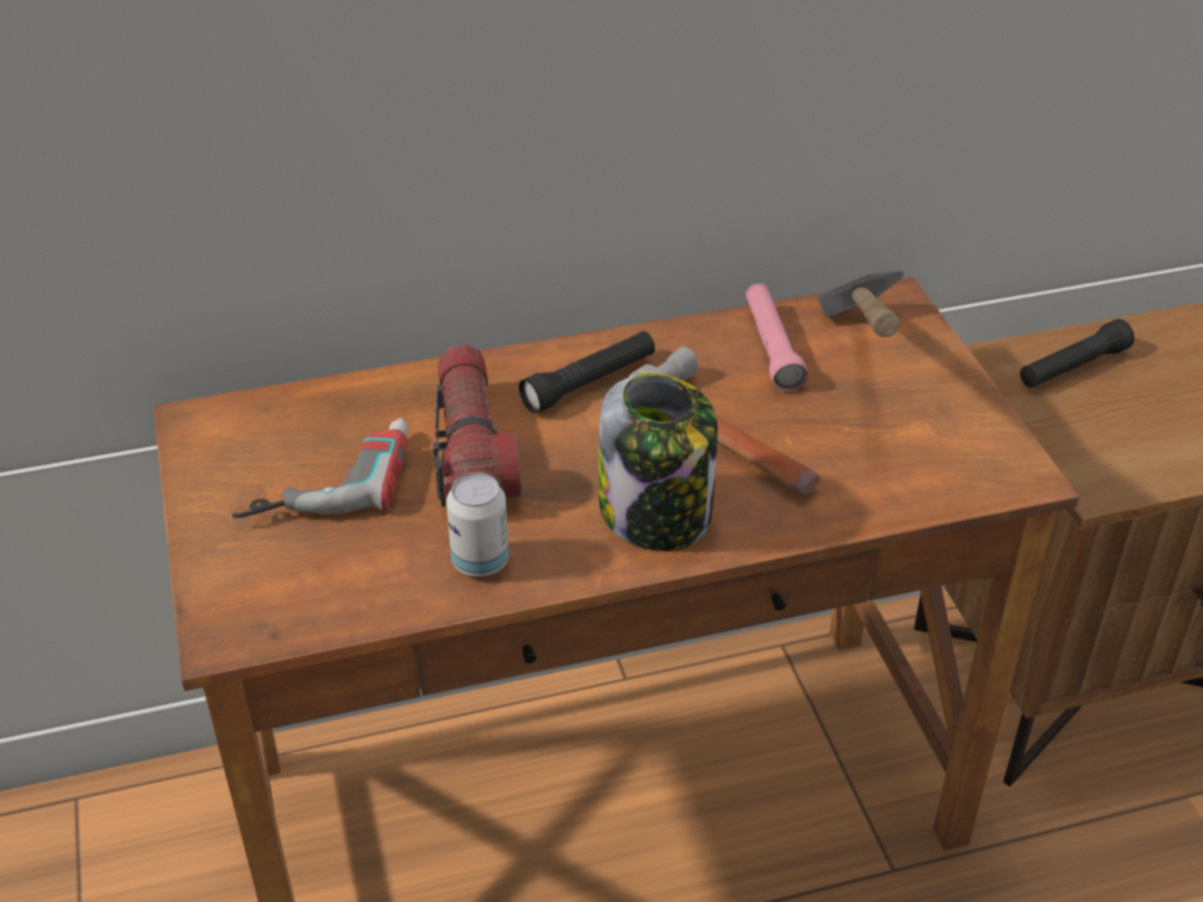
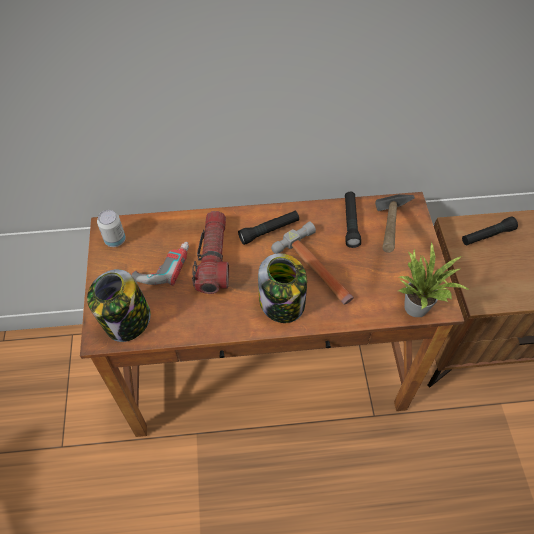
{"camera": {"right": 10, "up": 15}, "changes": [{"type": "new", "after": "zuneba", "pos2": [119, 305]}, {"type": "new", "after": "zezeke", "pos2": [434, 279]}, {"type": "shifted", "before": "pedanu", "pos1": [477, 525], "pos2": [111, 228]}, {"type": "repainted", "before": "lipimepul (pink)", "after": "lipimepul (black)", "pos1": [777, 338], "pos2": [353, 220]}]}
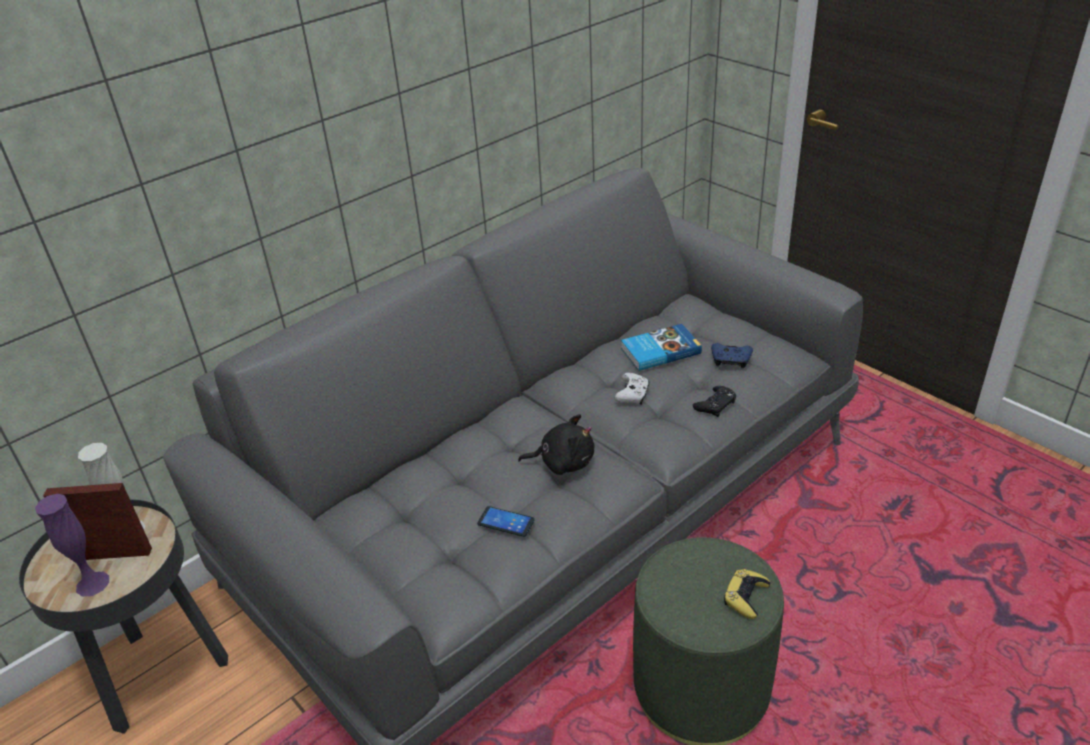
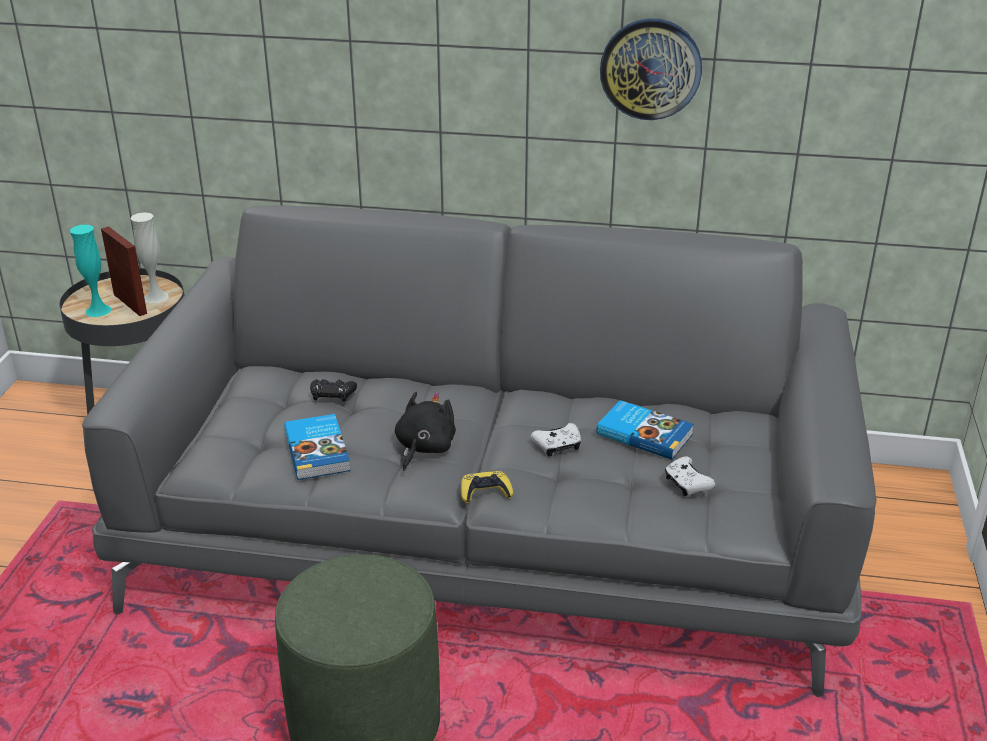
{"camera": {"right": 50, "up": -5}, "changes": [{"type": "new", "after": "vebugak", "pos2": [651, 69]}, {"type": "shifted", "before": "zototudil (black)", "pos1": [714, 401], "pos2": [333, 390]}, {"type": "shifted", "before": "zototudil (yellow)", "pos1": [747, 594], "pos2": [487, 487]}, {"type": "swapped", "before": "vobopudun", "after": "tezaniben", "pos1": [506, 521], "pos2": [317, 447]}, {"type": "repainted", "before": "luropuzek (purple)", "after": "luropuzek (turquoise)", "pos1": [72, 545], "pos2": [91, 271]}, {"type": "repainted", "before": "zototudil (blue)", "after": "zototudil (white)", "pos1": [732, 355], "pos2": [690, 476]}, {"type": "rotated", "before": "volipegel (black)", "pos1": [556, 444], "pos2": [425, 431], "turn": -120}]}
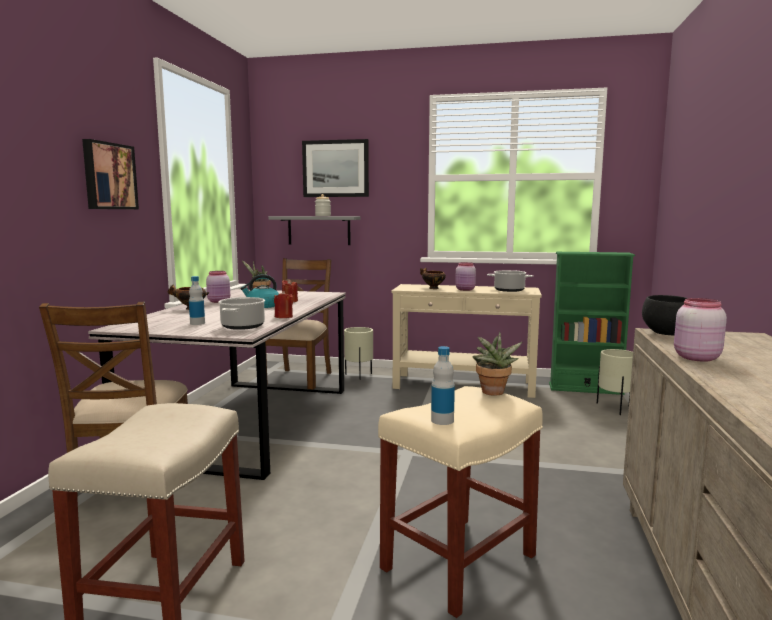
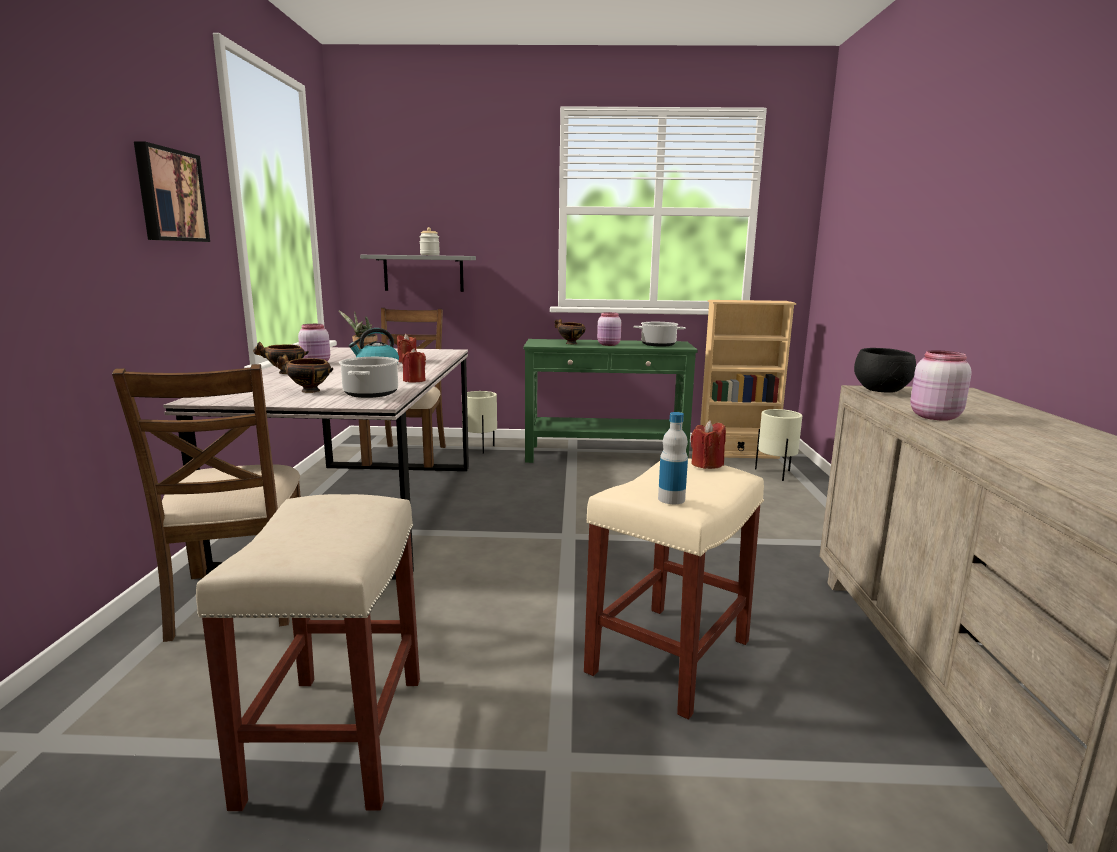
{"camera": {"right": -10, "up": 5}, "changes": [{"type": "gone", "before": "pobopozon", "pos1": [335, 168]}, {"type": "swapped", "before": "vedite", "after": "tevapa", "pos1": [197, 300], "pos2": [305, 373]}, {"type": "swapped", "before": "zezeke", "after": "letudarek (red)", "pos1": [497, 364], "pos2": [708, 445]}, {"type": "repainted", "before": "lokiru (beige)", "after": "lokiru (green)", "pos1": [466, 341], "pos2": [610, 401]}, {"type": "repainted", "before": "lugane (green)", "after": "lugane (beige)", "pos1": [592, 323], "pos2": [748, 379]}]}
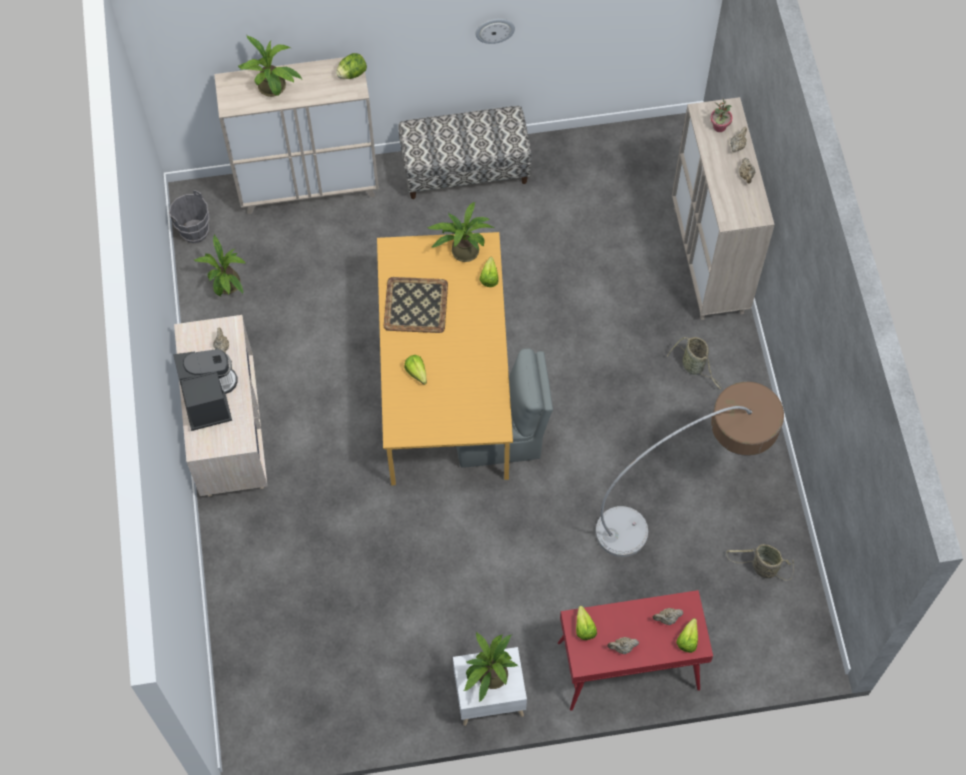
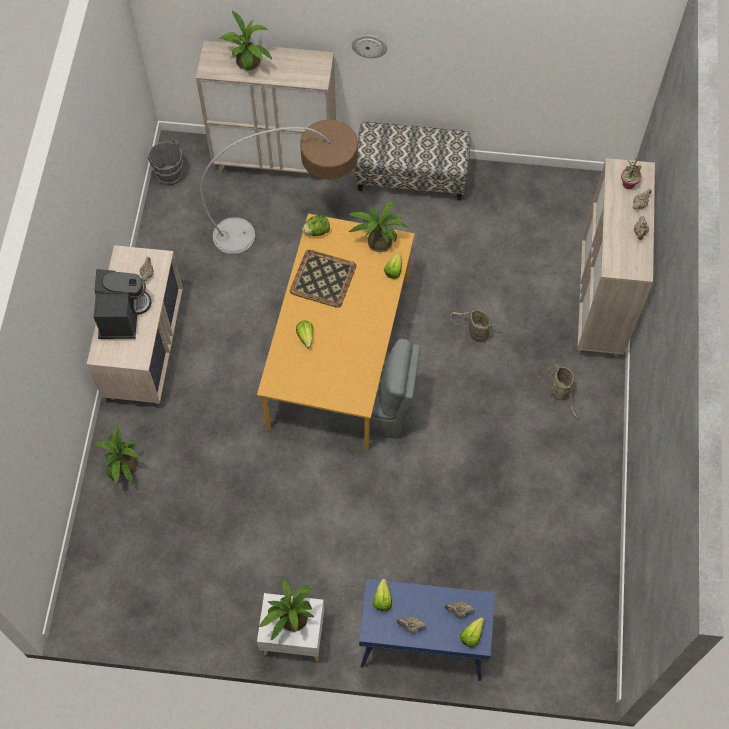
{"camera": {"right": 15, "up": 0}, "changes": [{"type": "shifted", "before": "zezeke", "pos1": [220, 265], "pos2": [117, 454]}, {"type": "shifted", "before": "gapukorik", "pos1": [351, 66], "pos2": [316, 225]}, {"type": "shifted", "before": "vebugak", "pos1": [495, 31], "pos2": [369, 46]}, {"type": "shifted", "before": "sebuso", "pos1": [690, 469], "pos2": [279, 188]}, {"type": "shifted", "before": "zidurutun", "pos1": [760, 562], "pos2": [476, 328]}, {"type": "repainted", "before": "lokiru (red)", "after": "lokiru (blue)", "pos1": [635, 650], "pos2": [427, 630]}]}
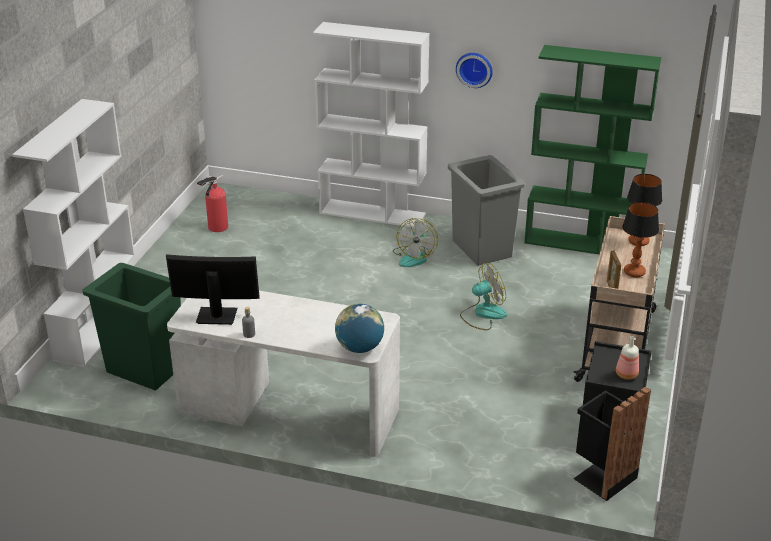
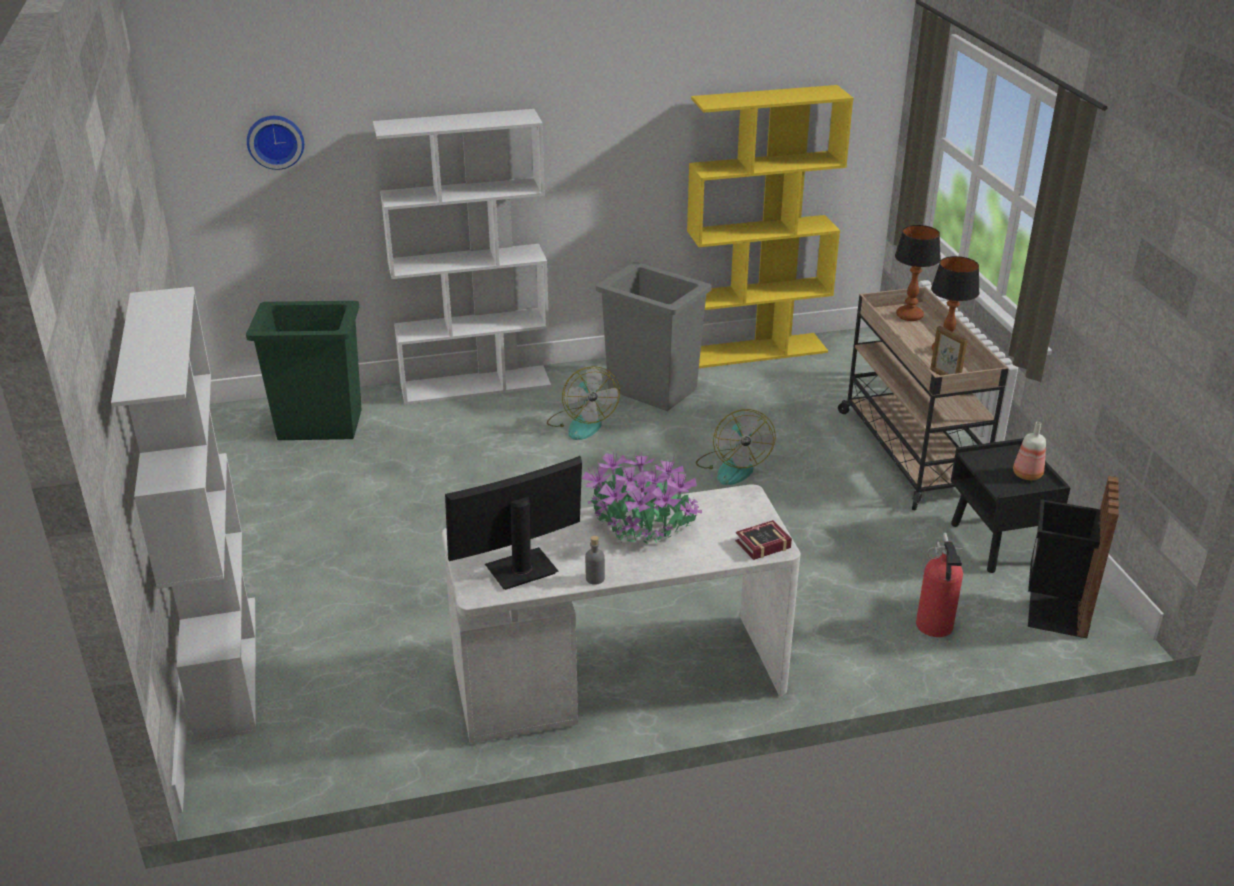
{"camera": {"right": -30, "up": 0}, "changes": [{"type": "new", "after": "zezeke", "pos2": [642, 497]}, {"type": "shifted", "before": "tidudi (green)", "pos1": [131, 326], "pos2": [303, 370]}, {"type": "shifted", "before": "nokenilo", "pos1": [212, 203], "pos2": [939, 585]}, {"type": "shifted", "before": "vebugak", "pos1": [474, 70], "pos2": [275, 143]}, {"type": "swapped", "before": "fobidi", "after": "tezaniben", "pos1": [359, 328], "pos2": [763, 540]}, {"type": "repainted", "before": "lugane (green)", "after": "lugane (yellow)", "pos1": [592, 150], "pos2": [770, 226]}, {"type": "rotated", "before": "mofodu", "pos1": [483, 296], "pos2": [736, 447], "turn": 135}]}
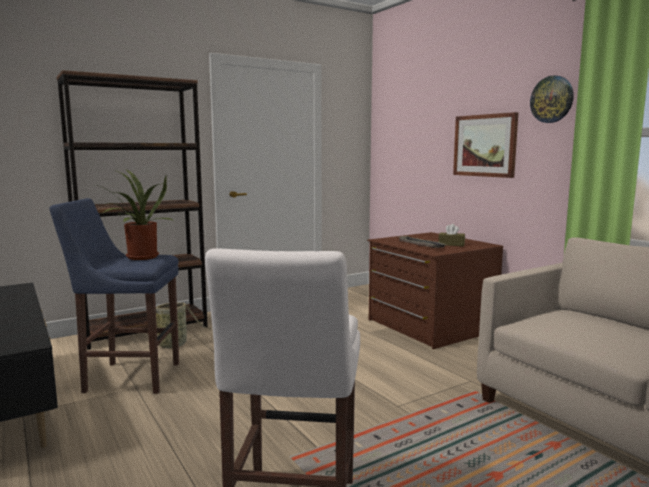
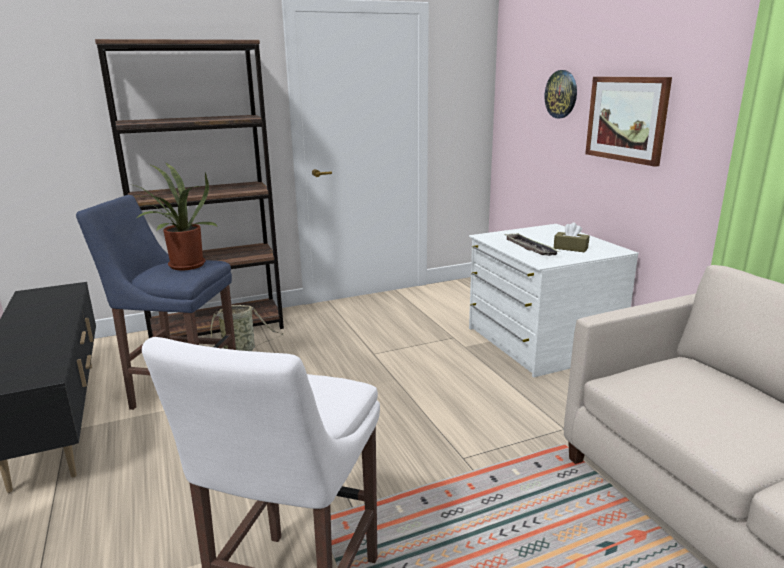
{"camera": {"right": 10, "up": 10}, "changes": [{"type": "shifted", "before": "vebugak", "pos1": [552, 99], "pos2": [561, 94]}, {"type": "repainted", "before": "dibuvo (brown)", "after": "dibuvo (white)", "pos1": [435, 290], "pos2": [554, 300]}]}
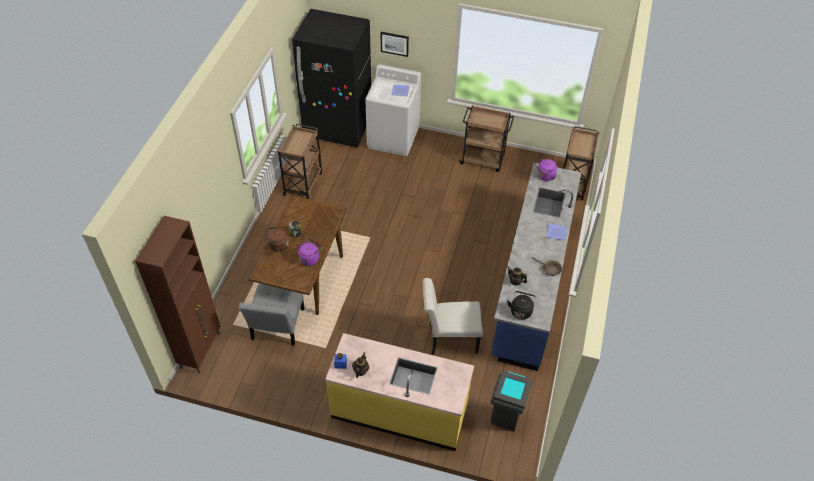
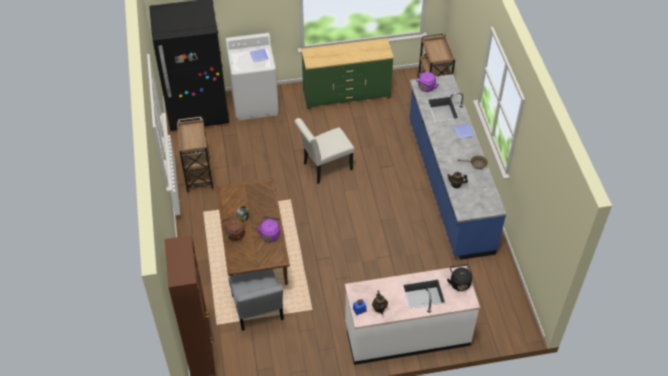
{"camera": {"right": -25, "up": 0}, "changes": [{"type": "gone", "before": "pobopozon", "pos1": [395, 44]}, {"type": "gone", "before": "tidudi (grey)", "pos1": [511, 401]}, {"type": "shifted", "before": "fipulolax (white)", "pos1": [453, 316], "pos2": [324, 151]}, {"type": "shifted", "before": "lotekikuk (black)", "pos1": [521, 305], "pos2": [459, 277]}, {"type": "swapped", "before": "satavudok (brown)", "after": "dibuvo (green)", "pos1": [486, 138], "pos2": [347, 73]}, {"type": "repainted", "before": "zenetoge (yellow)", "after": "zenetoge (white)", "pos1": [399, 392], "pos2": [412, 315]}]}
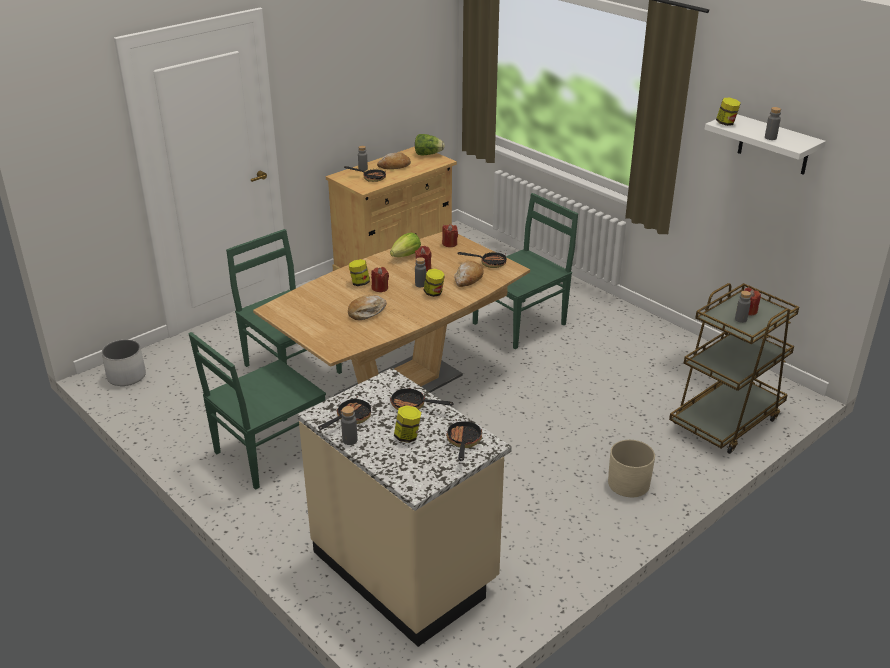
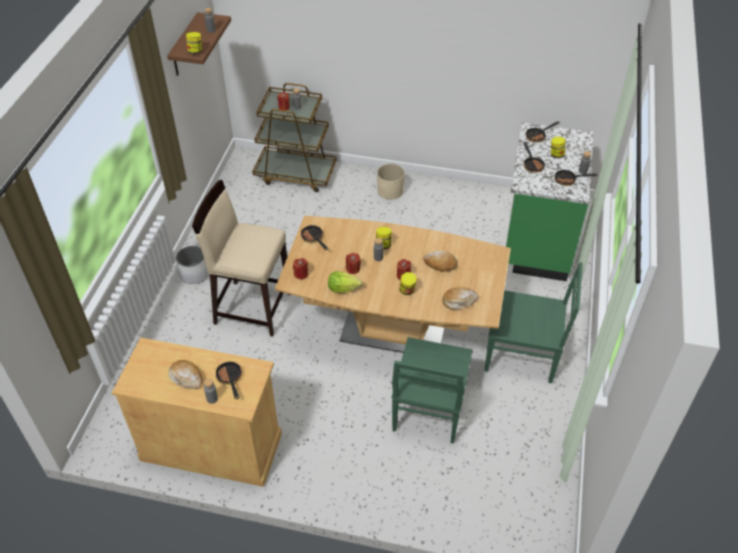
{"camera": {"right": -125, "up": 15}, "changes": [{"type": "gone", "before": "gapukorik", "pos1": [430, 144]}, {"type": "shifted", "before": "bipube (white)", "pos1": [123, 362], "pos2": [192, 265]}, {"type": "shifted", "before": "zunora", "pos1": [469, 274], "pos2": [460, 298]}, {"type": "swapped", "before": "fipulolax (green)", "after": "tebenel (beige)", "pos1": [525, 271], "pos2": [241, 258]}, {"type": "repainted", "before": "zenetoge (beige)", "after": "zenetoge (green)", "pos1": [404, 507], "pos2": [550, 201]}, {"type": "repainted", "before": "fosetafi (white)", "after": "fosetafi (brown)", "pos1": [765, 144], "pos2": [199, 44]}]}
